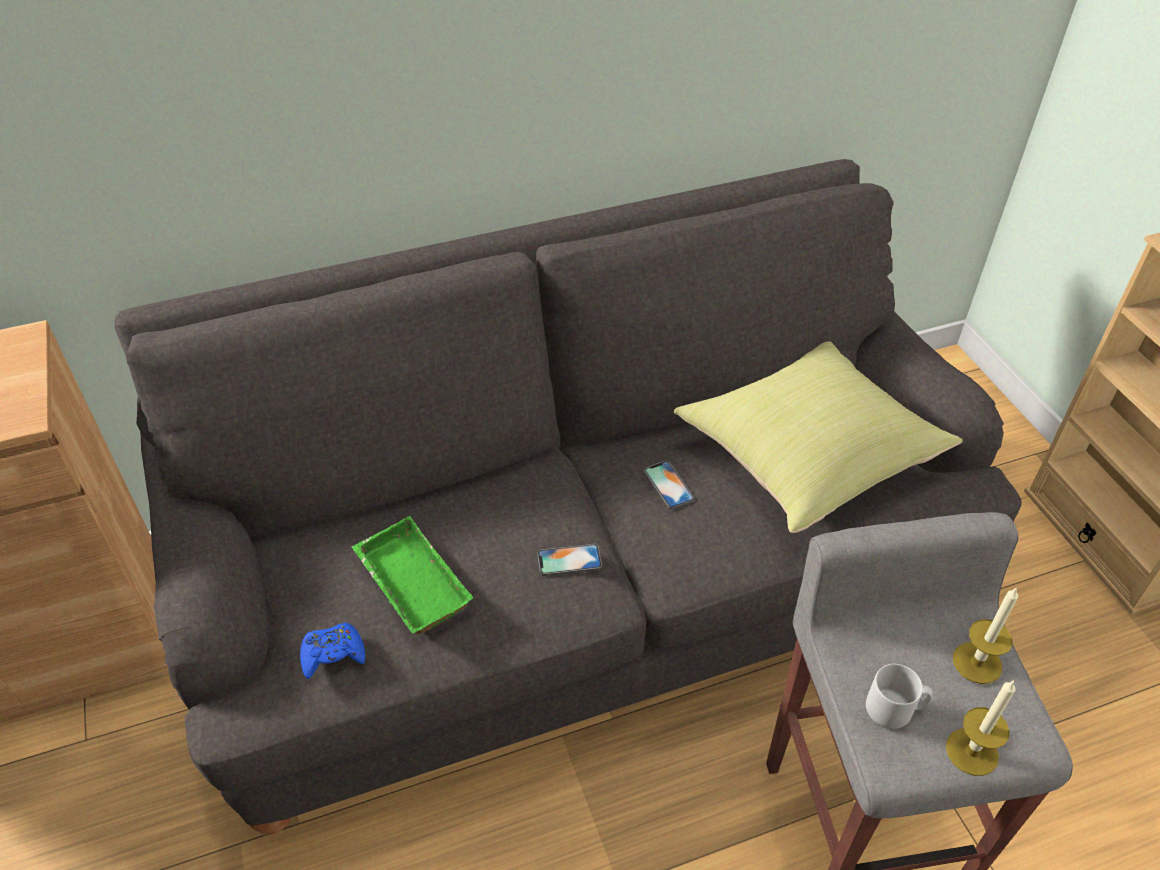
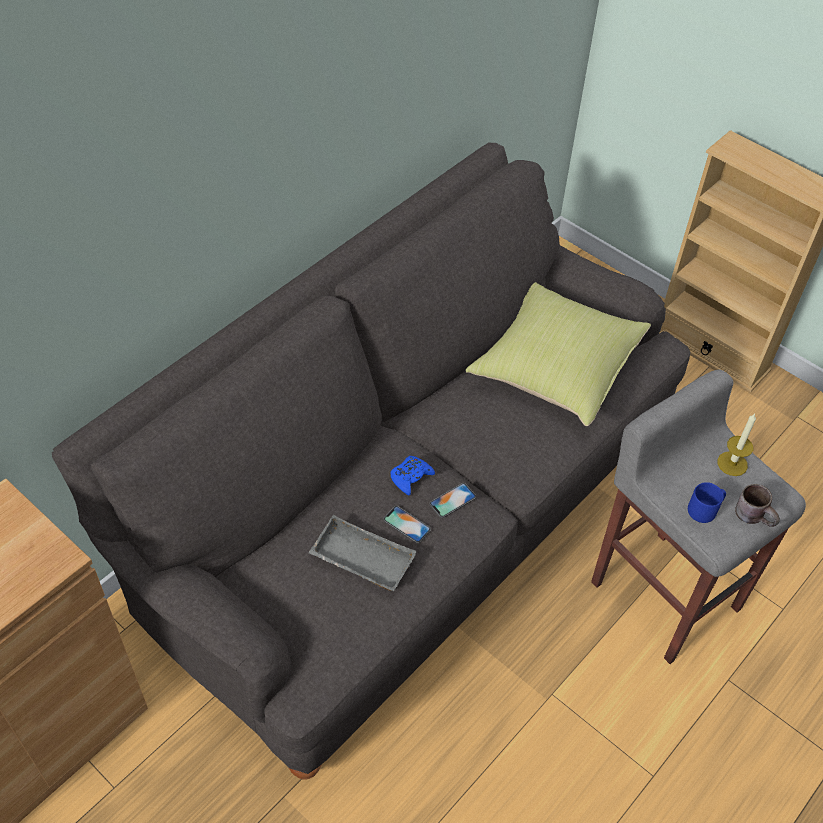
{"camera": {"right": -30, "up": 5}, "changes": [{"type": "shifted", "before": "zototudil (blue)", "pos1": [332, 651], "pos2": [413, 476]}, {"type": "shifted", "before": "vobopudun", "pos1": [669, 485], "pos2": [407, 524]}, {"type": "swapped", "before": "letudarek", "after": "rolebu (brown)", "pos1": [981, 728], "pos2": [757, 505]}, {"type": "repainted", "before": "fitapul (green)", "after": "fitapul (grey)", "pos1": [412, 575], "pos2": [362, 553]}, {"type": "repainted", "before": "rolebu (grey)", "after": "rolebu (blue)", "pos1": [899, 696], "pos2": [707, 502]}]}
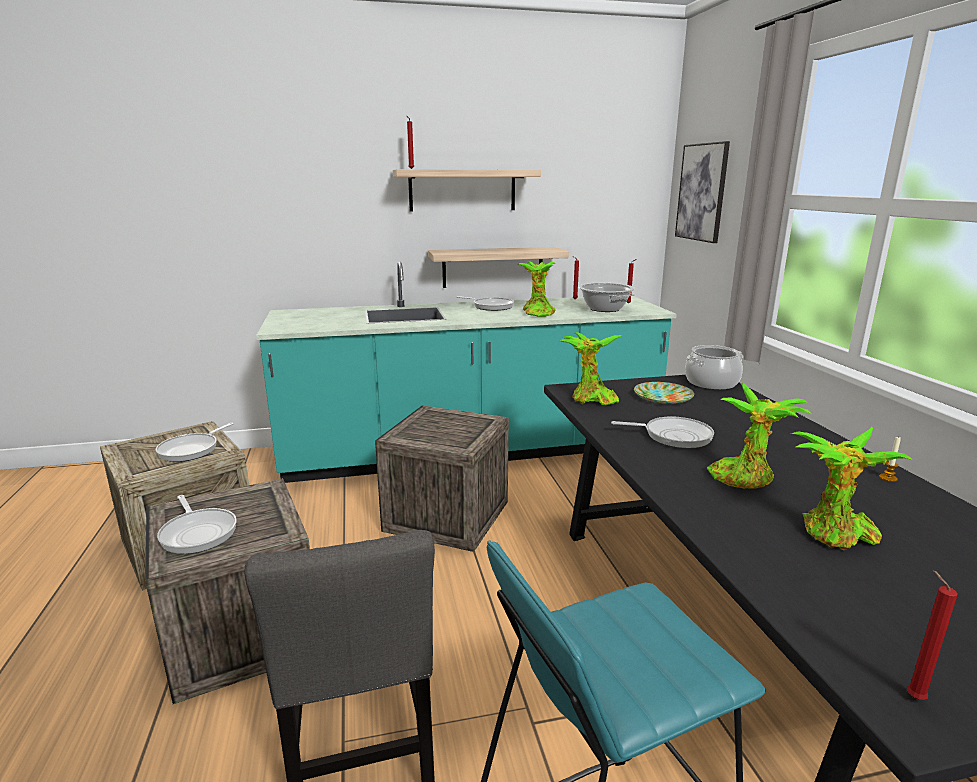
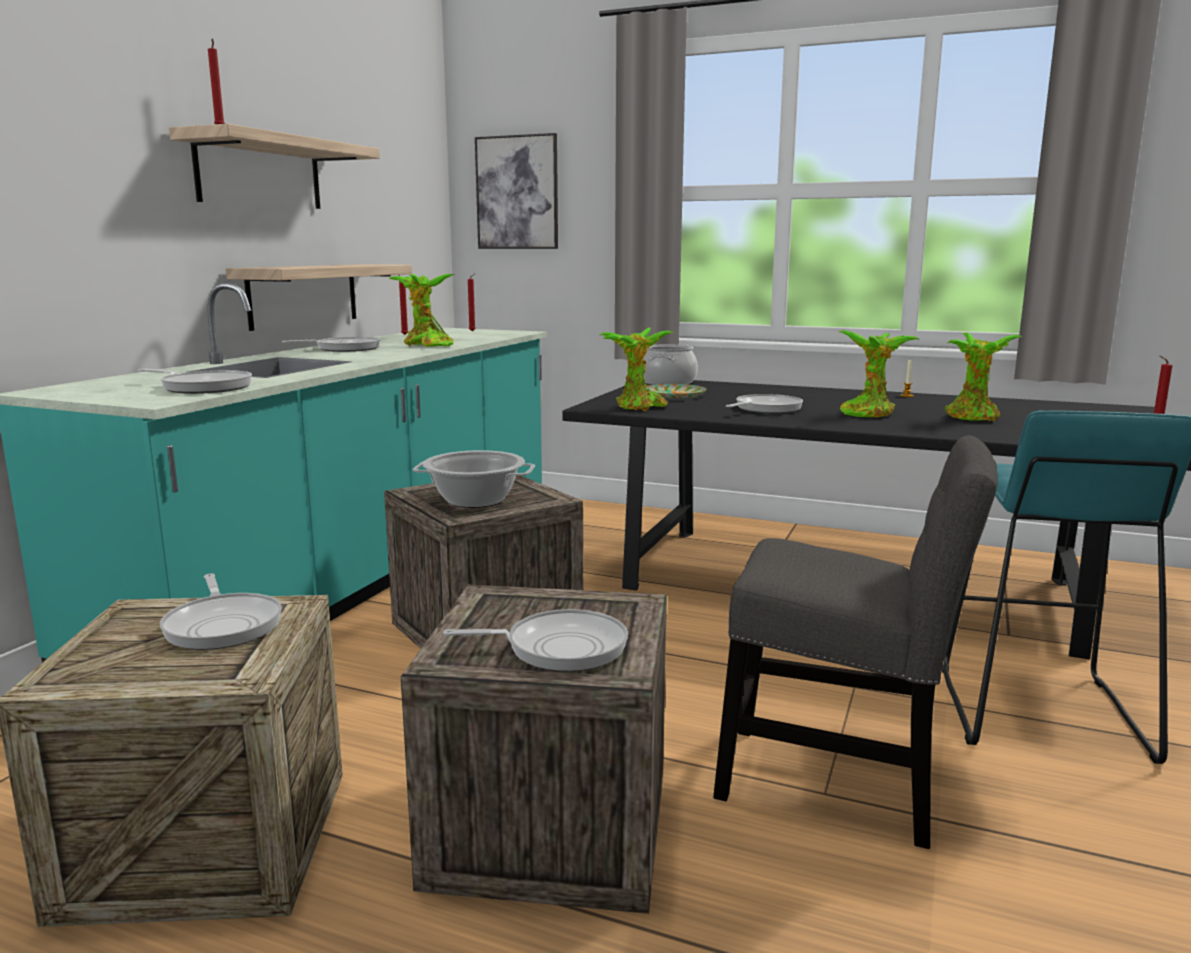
{"camera": {"right": -55, "up": -5}, "changes": [{"type": "new", "after": "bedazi", "pos2": [195, 381]}, {"type": "shifted", "before": "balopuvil", "pos1": [606, 297], "pos2": [474, 479]}]}
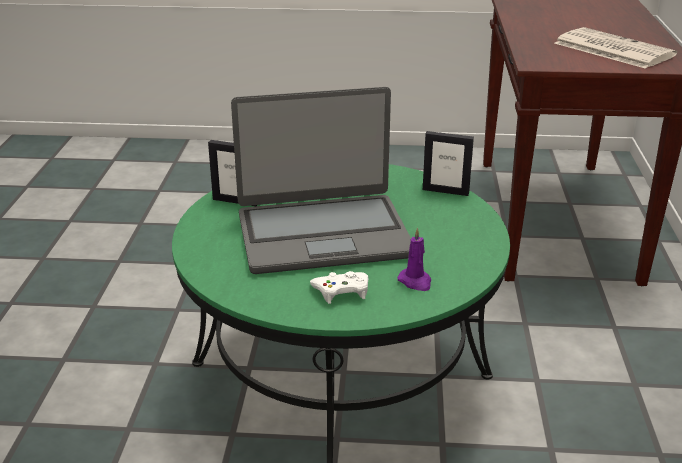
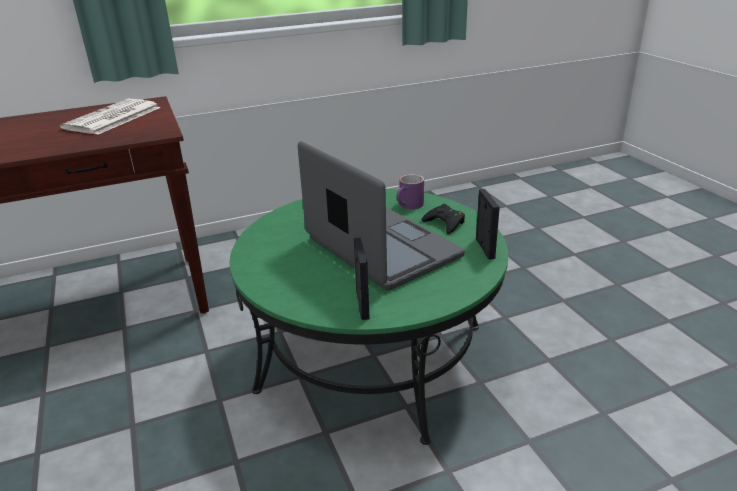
{"camera": {"right": -115, "up": 0}, "changes": [{"type": "shifted", "before": "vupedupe", "pos1": [448, 163], "pos2": [488, 224]}, {"type": "swapped", "before": "letudarek (purple)", "after": "rolebu (purple)", "pos1": [414, 259], "pos2": [410, 191]}, {"type": "repainted", "before": "zototudil (white)", "after": "zototudil (black)", "pos1": [339, 287], "pos2": [443, 219]}]}
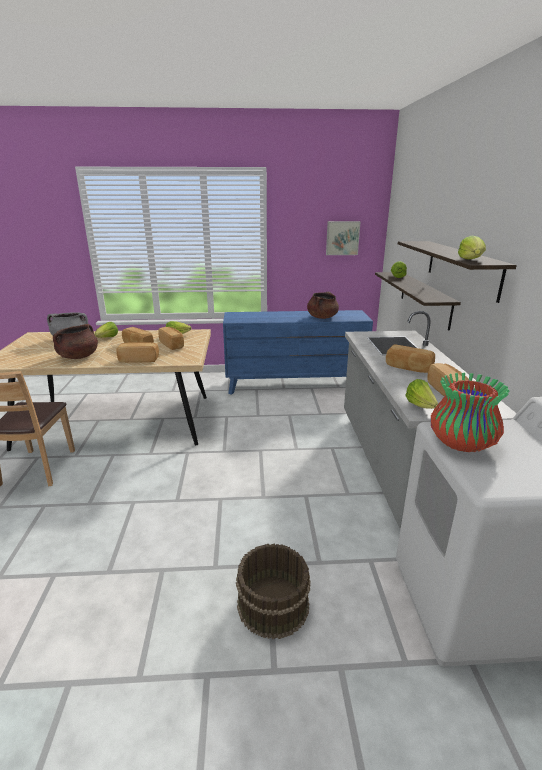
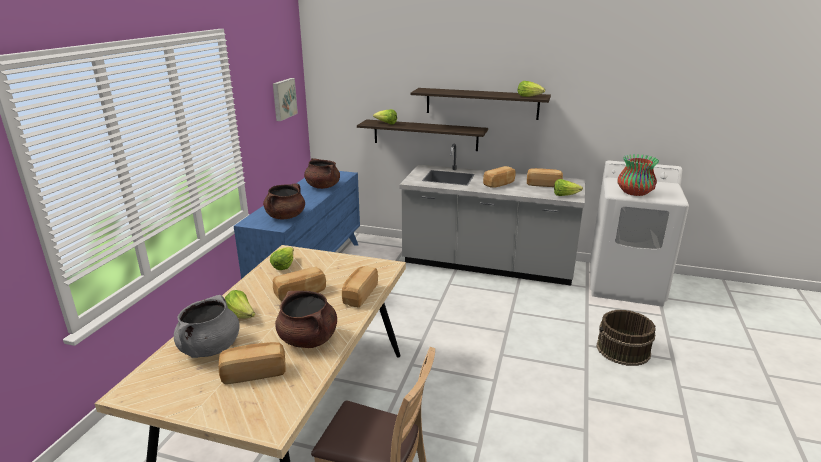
{"camera": {"right": -70, "up": 0}, "changes": [{"type": "new", "after": "balopuvil (brown)", "pos2": [284, 201]}, {"type": "shifted", "before": "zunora", "pos1": [171, 338], "pos2": [252, 363]}]}
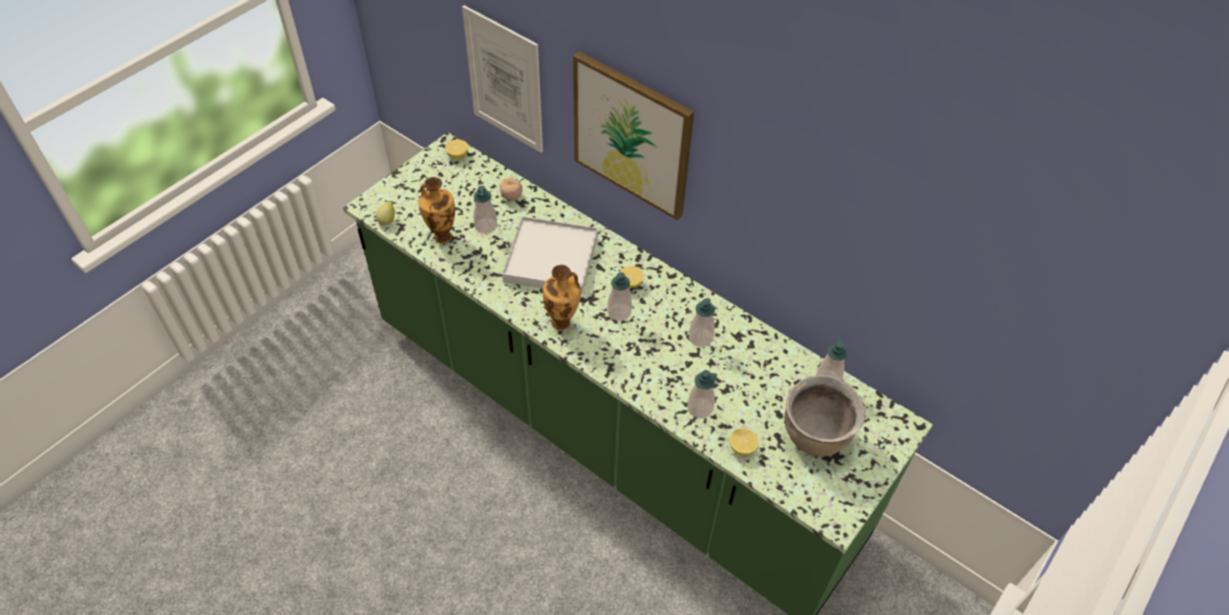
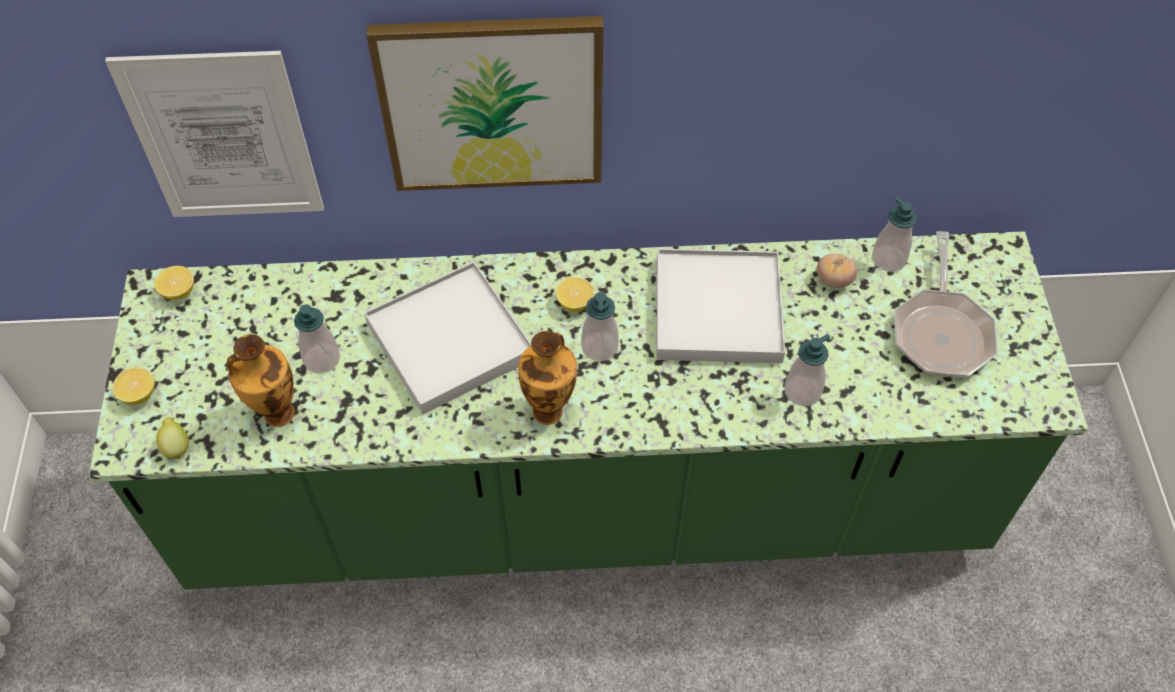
{"camera": {"right": -40, "up": 5}, "changes": [{"type": "shifted", "before": "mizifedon", "pos1": [511, 189], "pos2": [836, 271]}, {"type": "shifted", "before": "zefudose", "pos1": [744, 441], "pos2": [134, 386]}, {"type": "swapped", "before": "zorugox", "after": "fitapul (white)", "pos1": [702, 322], "pos2": [721, 306]}, {"type": "swapped", "before": "balopuvil (brown)", "after": "bedazi", "pos1": [825, 416], "pos2": [946, 304]}]}
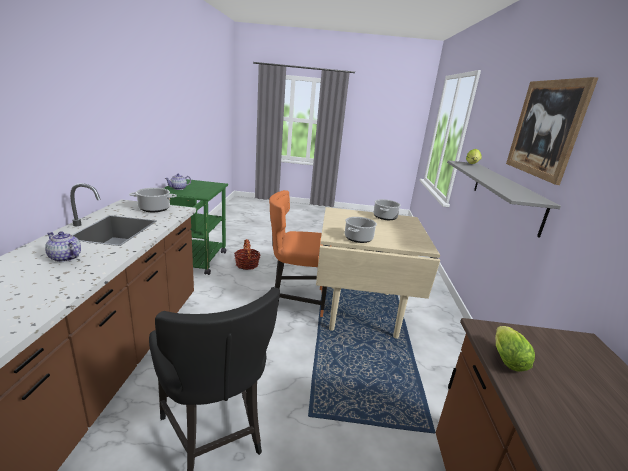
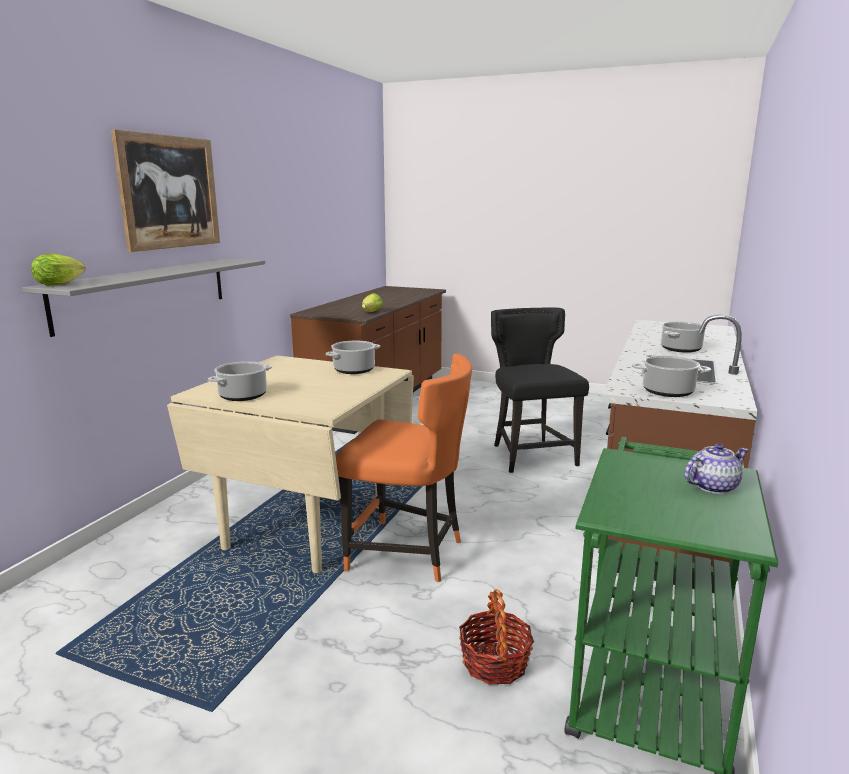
{"camera": {"right": -160, "up": -5}, "changes": [{"type": "swapped", "before": "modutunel", "after": "balopuvil", "pos1": [63, 246], "pos2": [683, 337]}]}
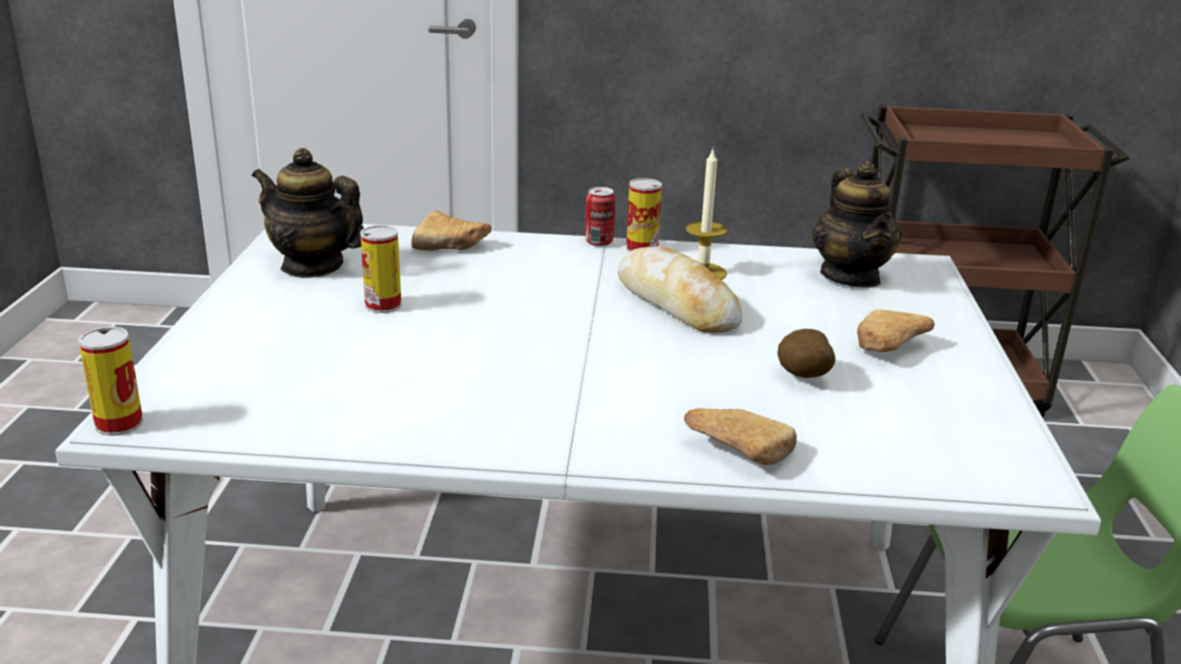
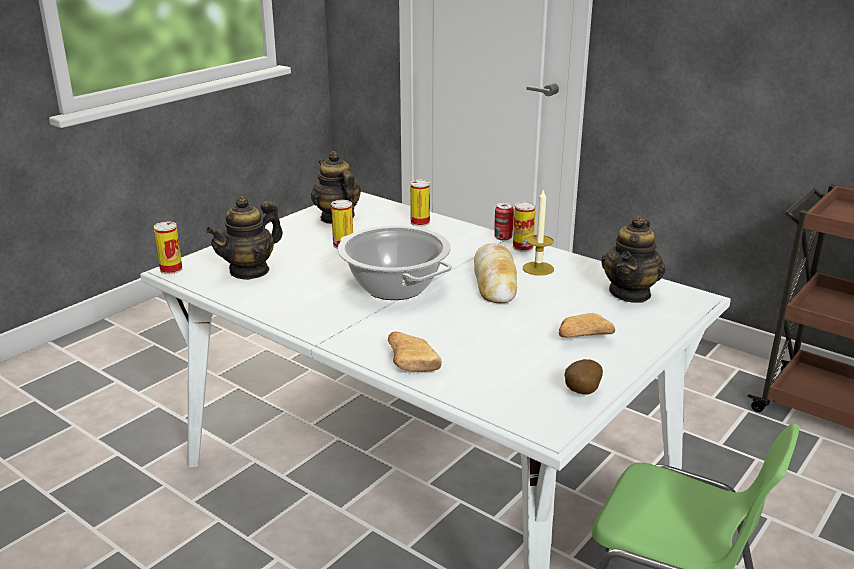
{"camera": {"right": 35, "up": 0}, "changes": [{"type": "new", "after": "modutunel", "pos2": [244, 238]}, {"type": "new", "after": "balopuvil", "pos2": [394, 262]}, {"type": "shifted", "before": "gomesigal", "pos1": [806, 353], "pos2": [583, 377]}, {"type": "swapped", "before": "zunora", "after": "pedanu", "pos1": [451, 231], "pos2": [420, 203]}]}
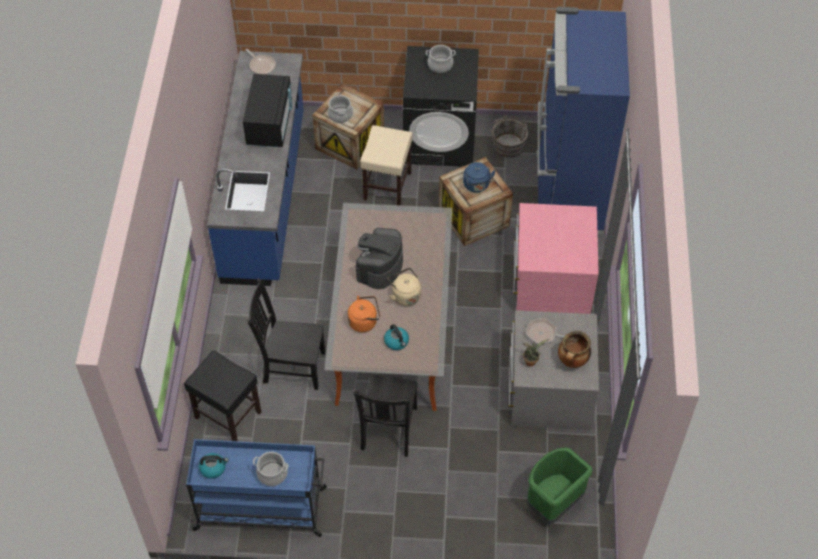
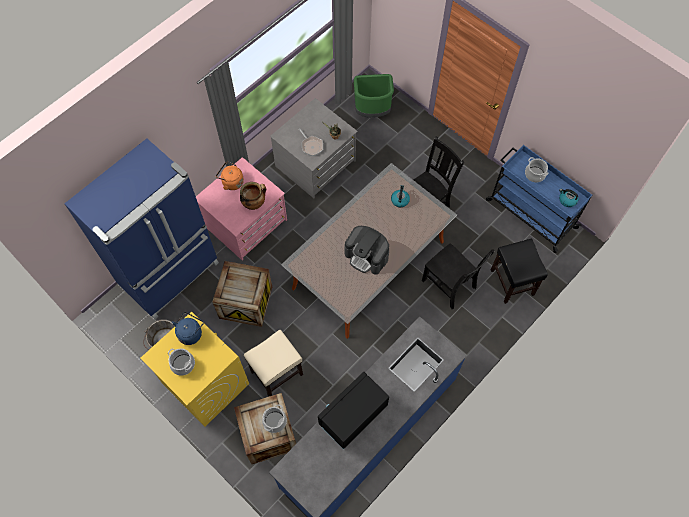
{"camera": {"right": -140, "up": 10}, "changes": [{"type": "gone", "before": "bedazi", "pos1": [260, 62]}, {"type": "gone", "before": "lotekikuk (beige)", "pos1": [404, 287]}, {"type": "shifted", "before": "lotekikuk (orange)", "pos1": [364, 314], "pos2": [230, 175]}, {"type": "shifted", "before": "lotekikuk (blue)", "pos1": [479, 177], "pos2": [188, 328]}, {"type": "shifted", "before": "balopuvil", "pos1": [574, 349], "pos2": [253, 196]}, {"type": "repainted", "before": "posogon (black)", "after": "posogon (yellow)", "pos1": [441, 106], "pos2": [195, 369]}, {"type": "rotated", "before": "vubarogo", "pos1": [379, 258], "pos2": [367, 250], "turn": 60}]}
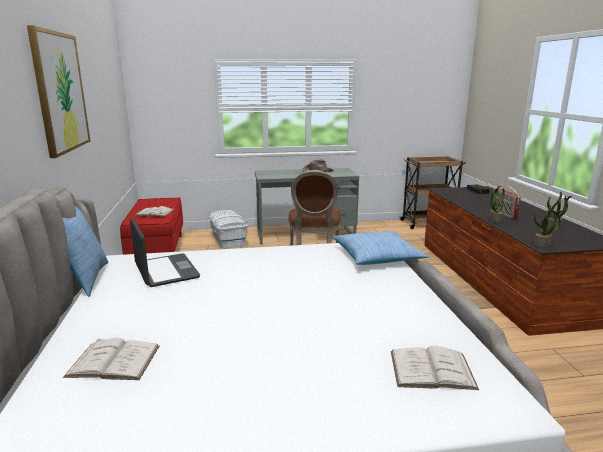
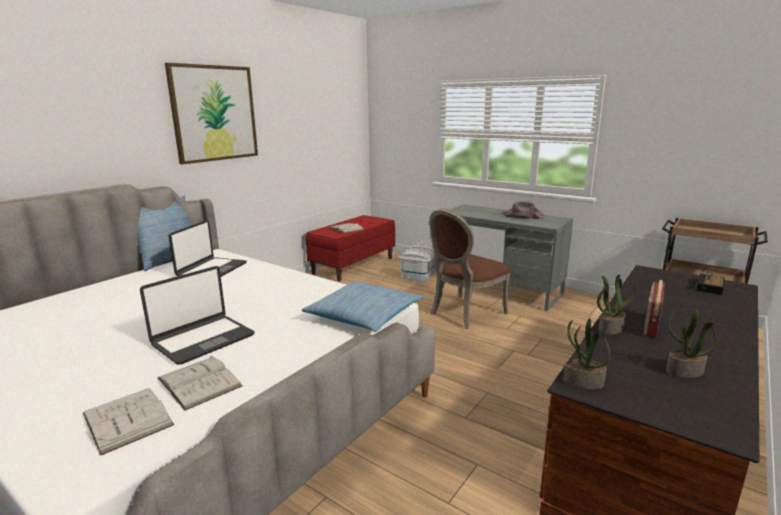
{"camera": {"right": 45, "up": 0}, "changes": [{"type": "new", "after": "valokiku", "pos2": [197, 315]}, {"type": "shifted", "before": "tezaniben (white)", "pos1": [111, 359], "pos2": [200, 383]}]}
